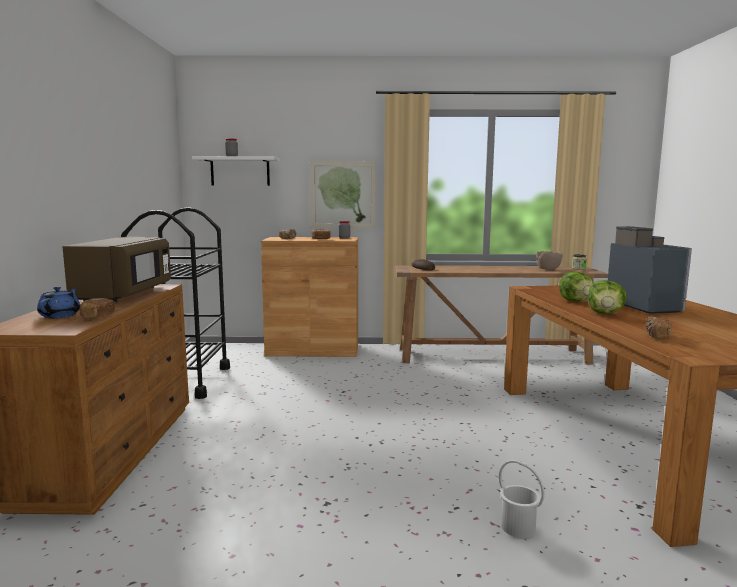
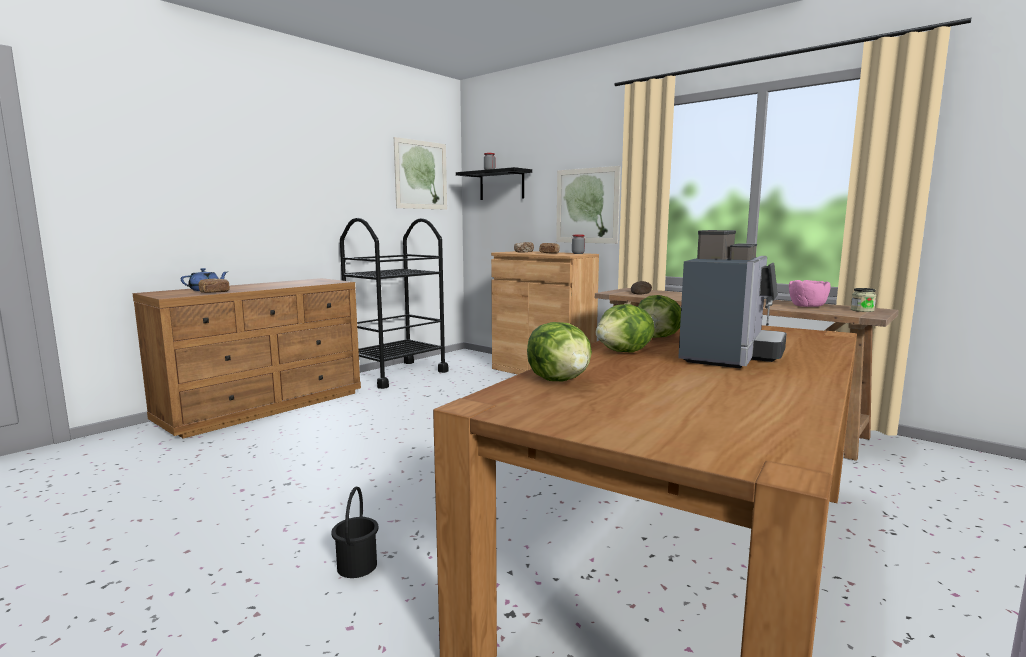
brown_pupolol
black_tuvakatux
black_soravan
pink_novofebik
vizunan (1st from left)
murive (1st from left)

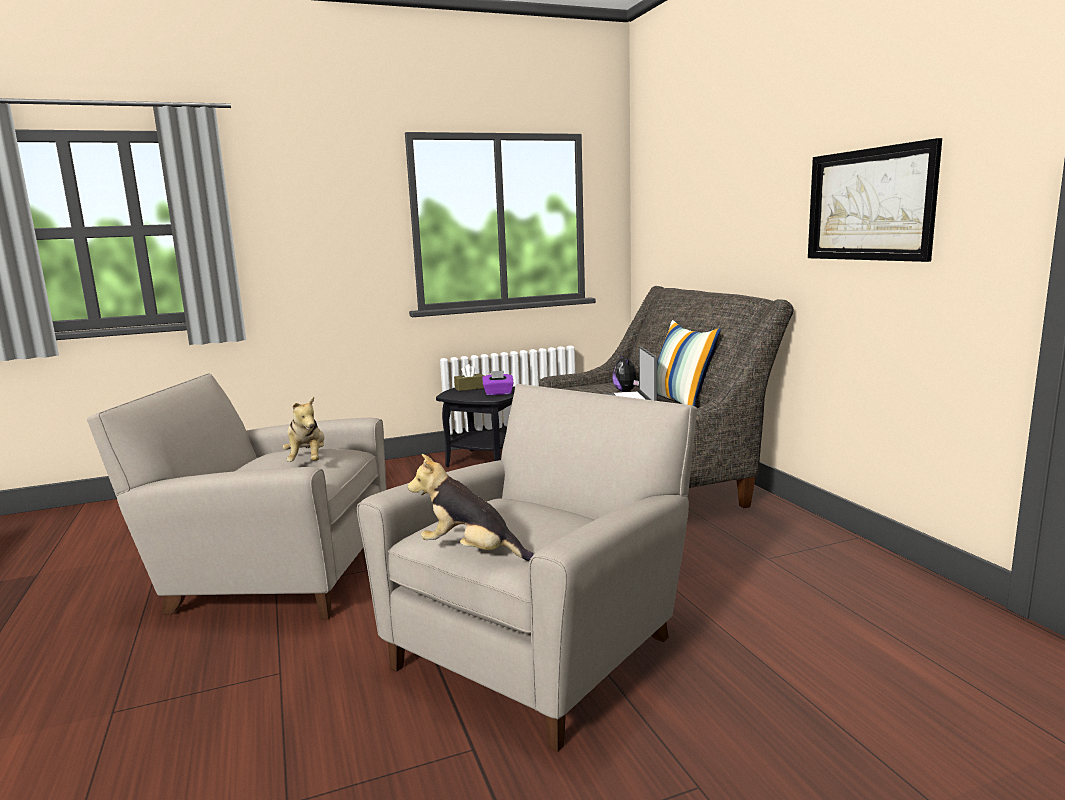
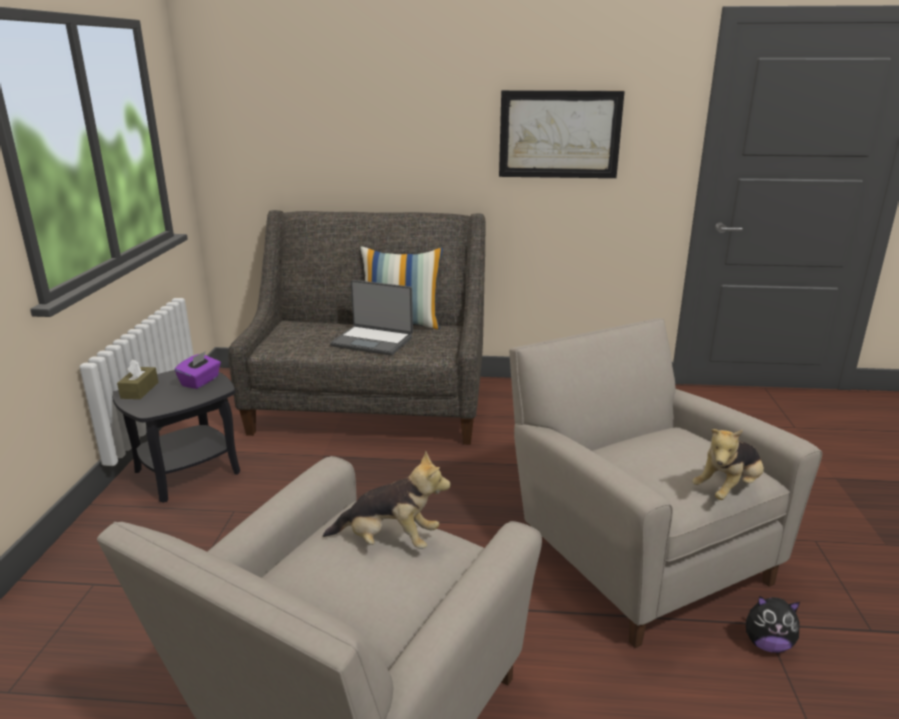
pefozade (3rd from left)

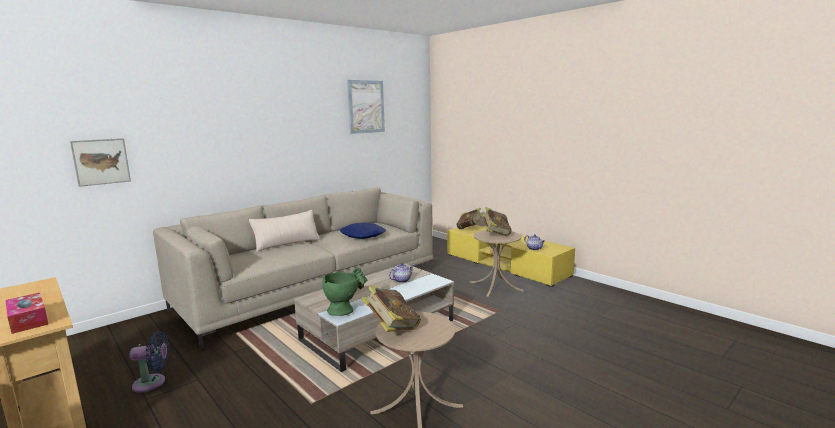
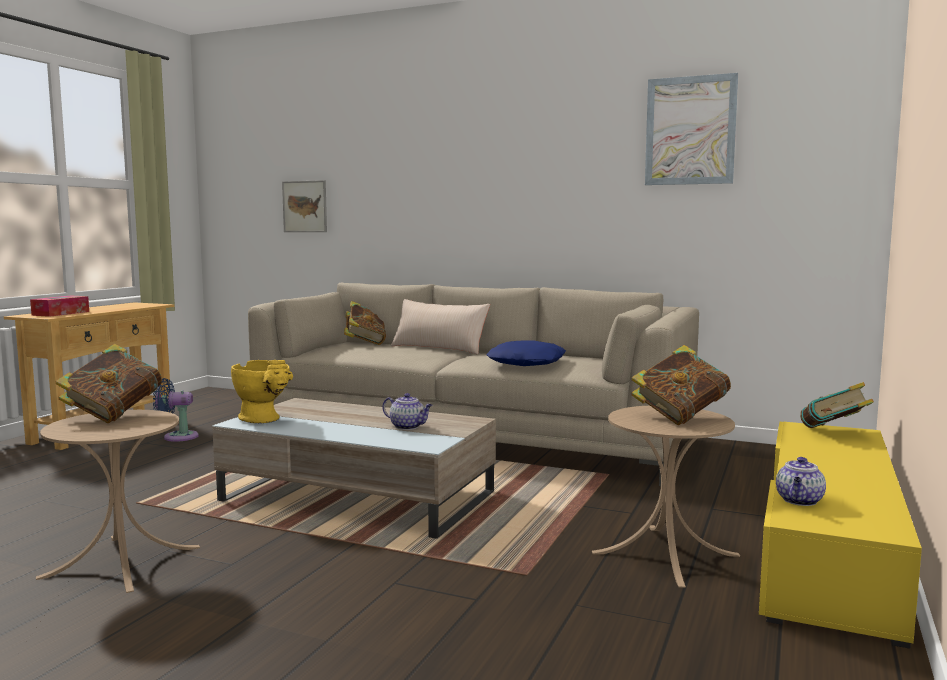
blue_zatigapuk
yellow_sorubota
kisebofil (2nd from left)

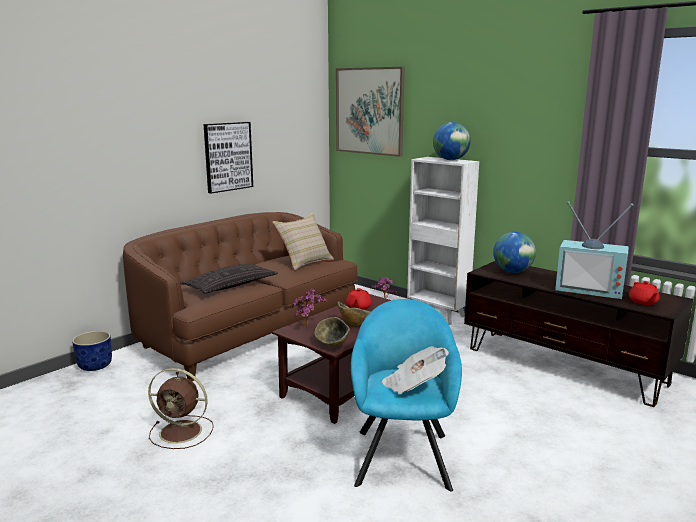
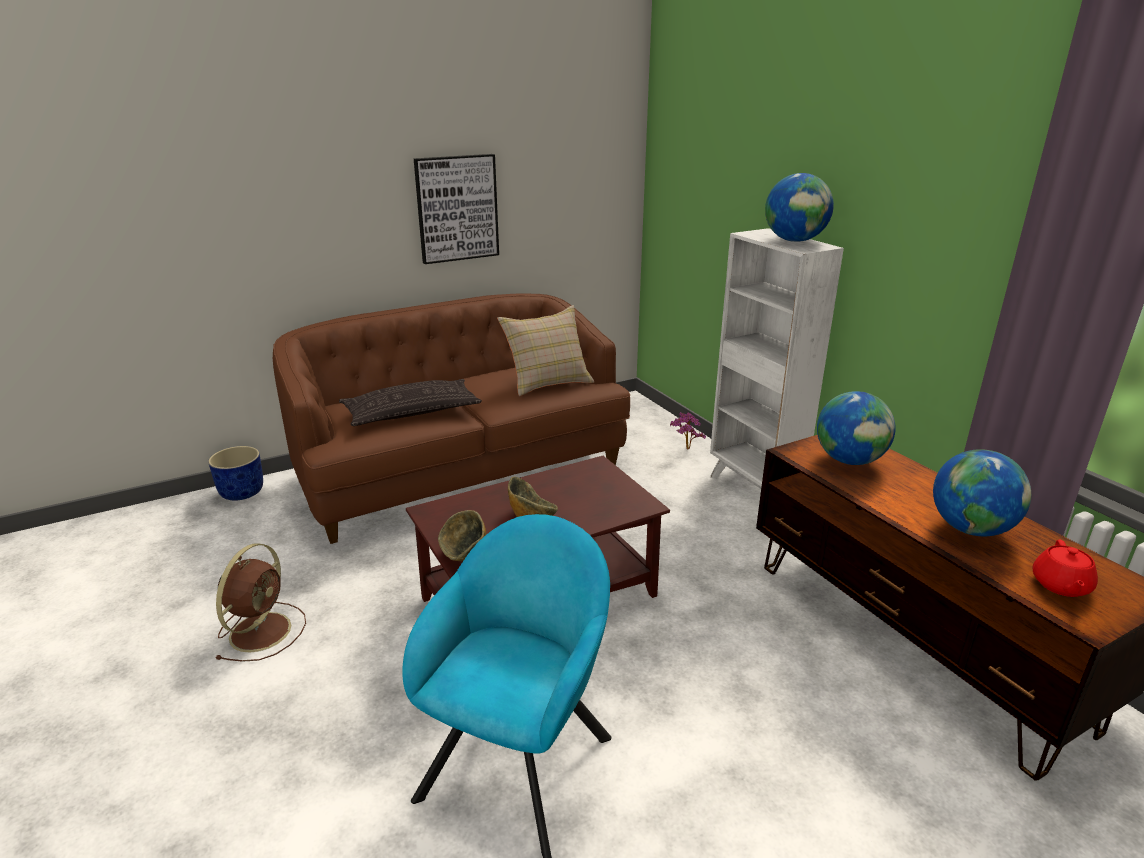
brown_zatigapuk
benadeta (1st from left in the first image)
murive (2nd from left in the first image)
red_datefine (1st from left in the first image)
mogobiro
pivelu (3rd from left)

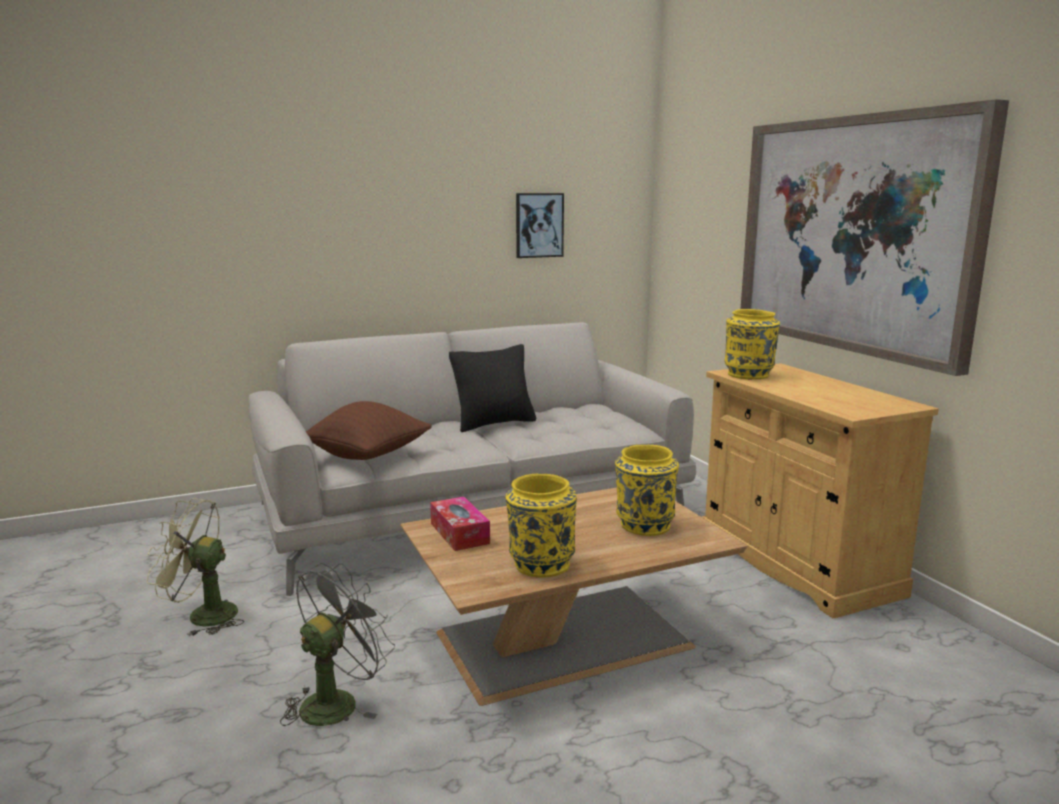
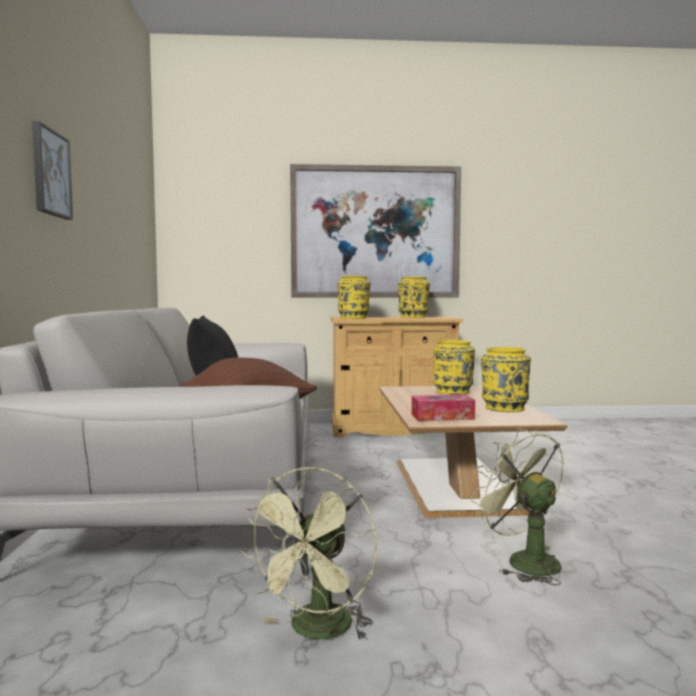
green_zatigapuk (2nd from left)
murive (1st from left)
yellow_sorubota (2nd from left)

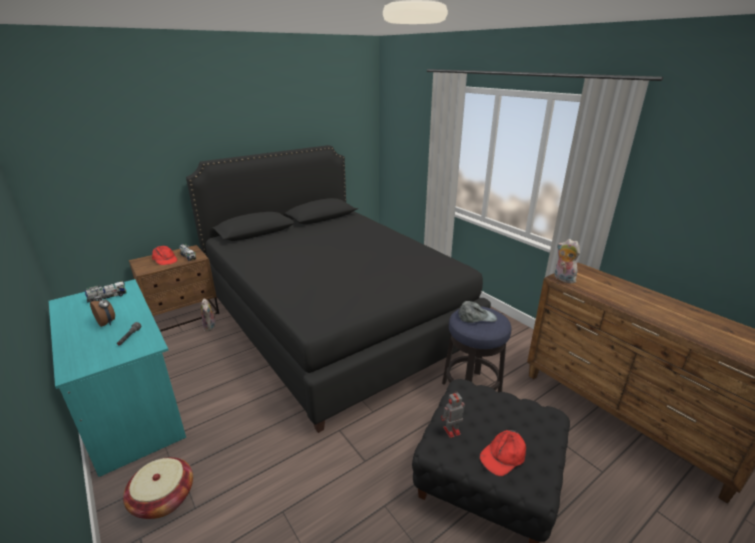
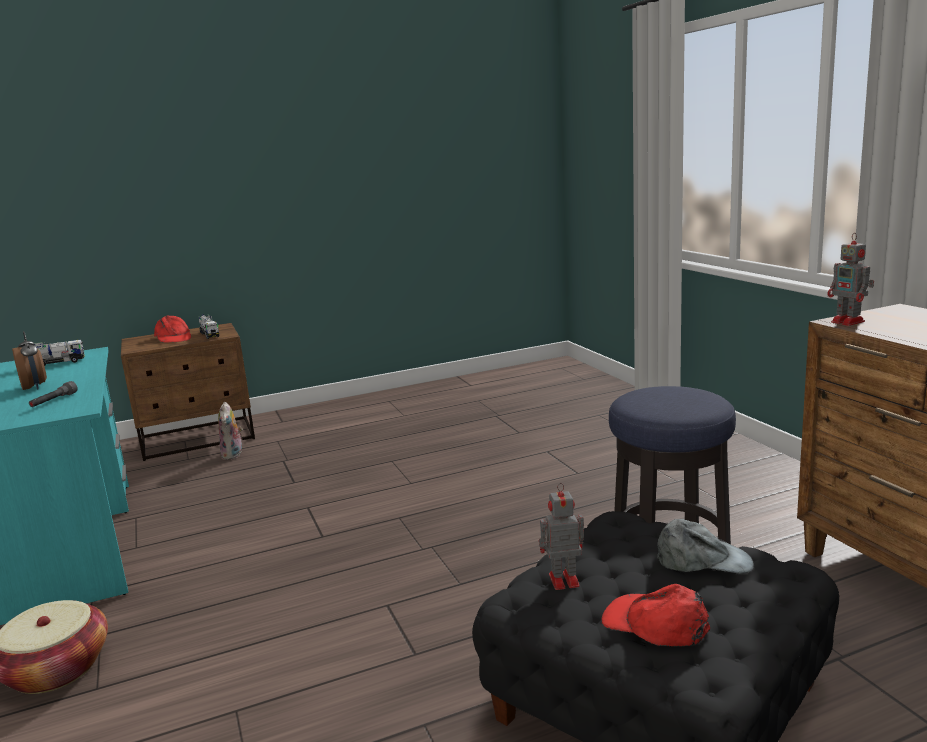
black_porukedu
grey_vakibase
red_vakibase (2nd from left)
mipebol (2nd from left)

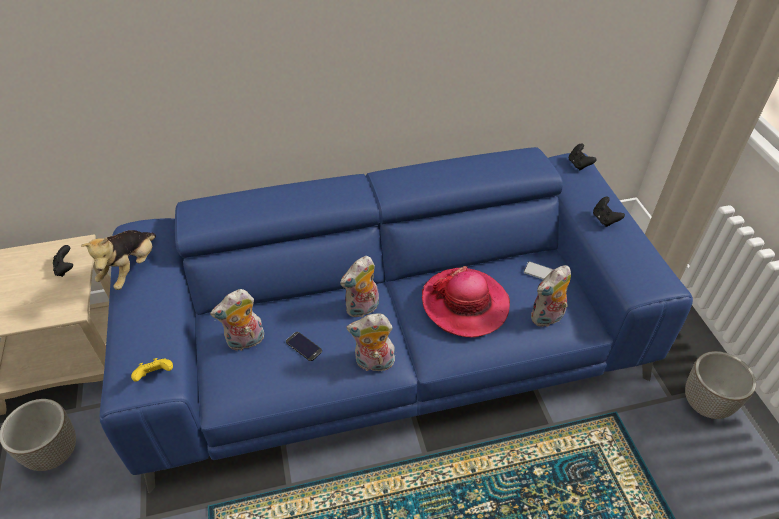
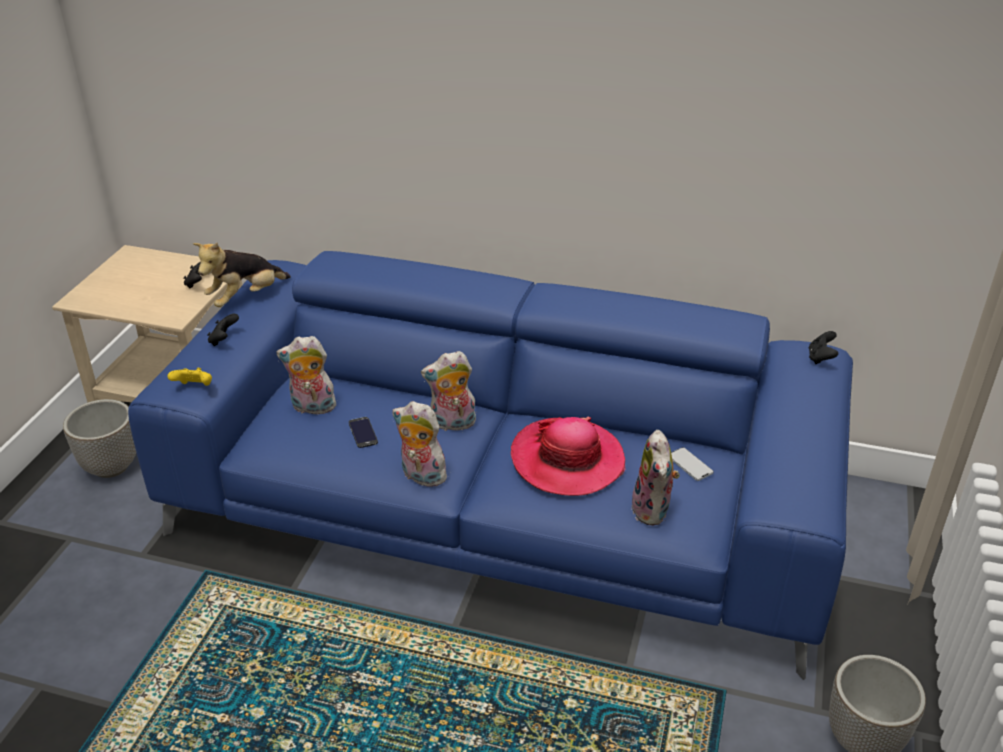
pefozade (5th from left)
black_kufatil (2nd from left)

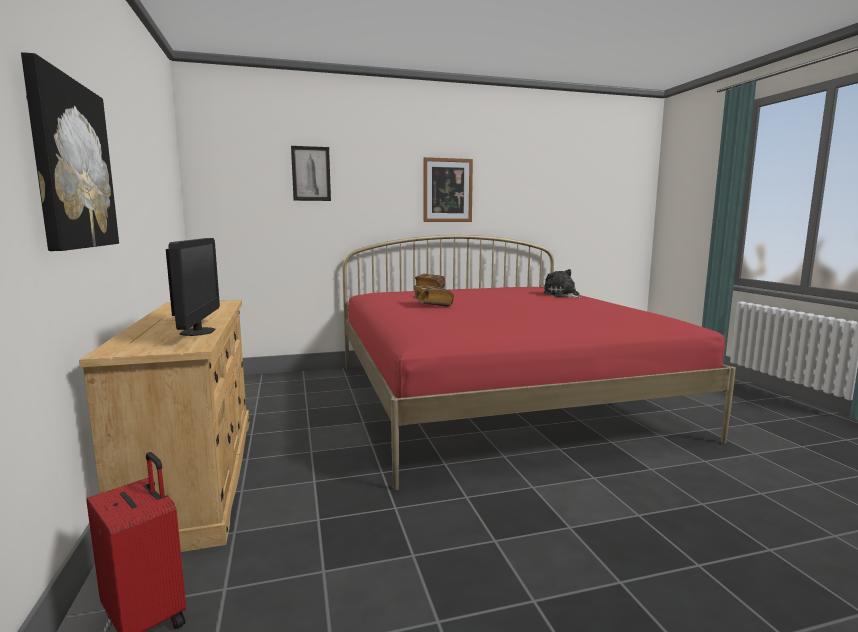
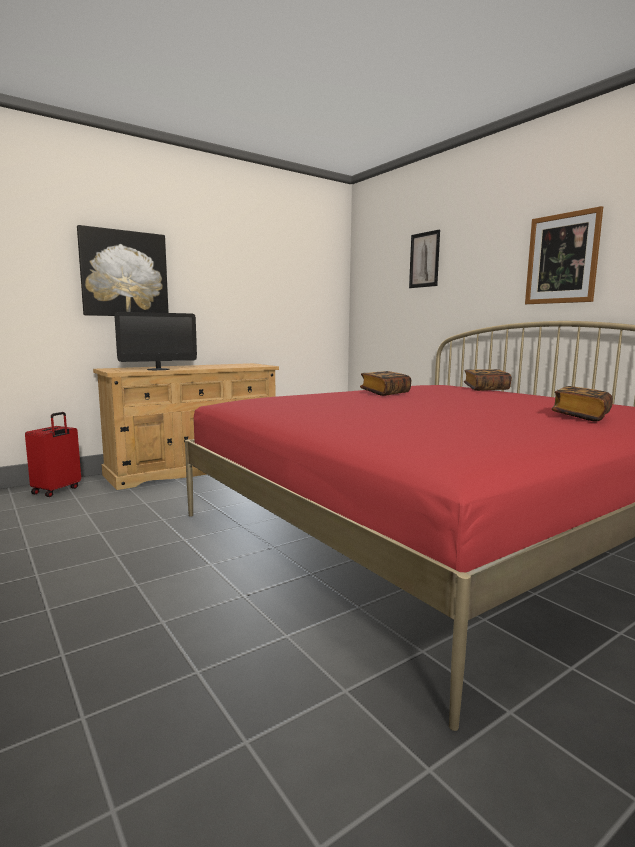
kisebofil (3rd from left)

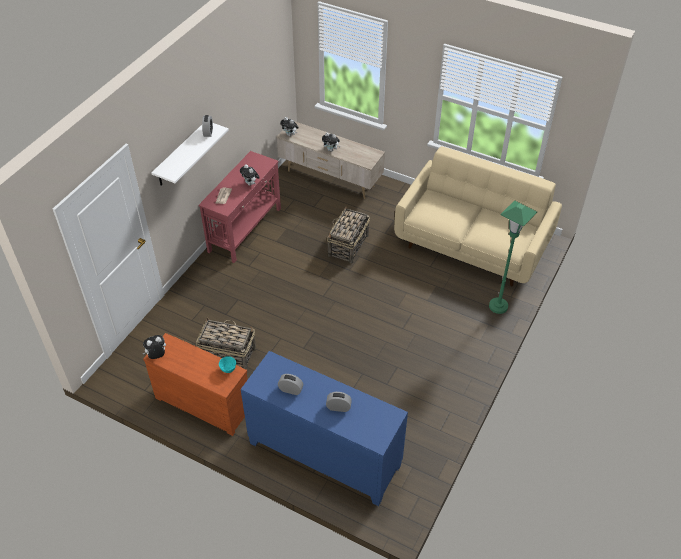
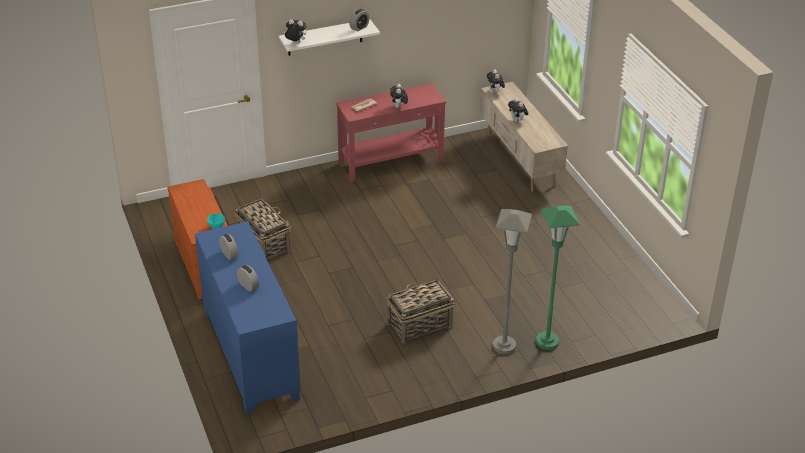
pefozade (1st from left)
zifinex (2nd from left)
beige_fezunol
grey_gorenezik

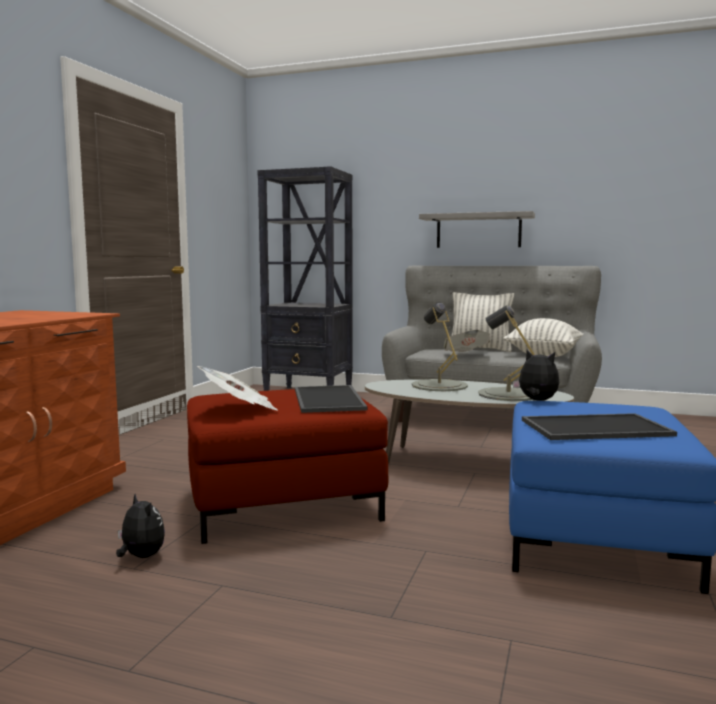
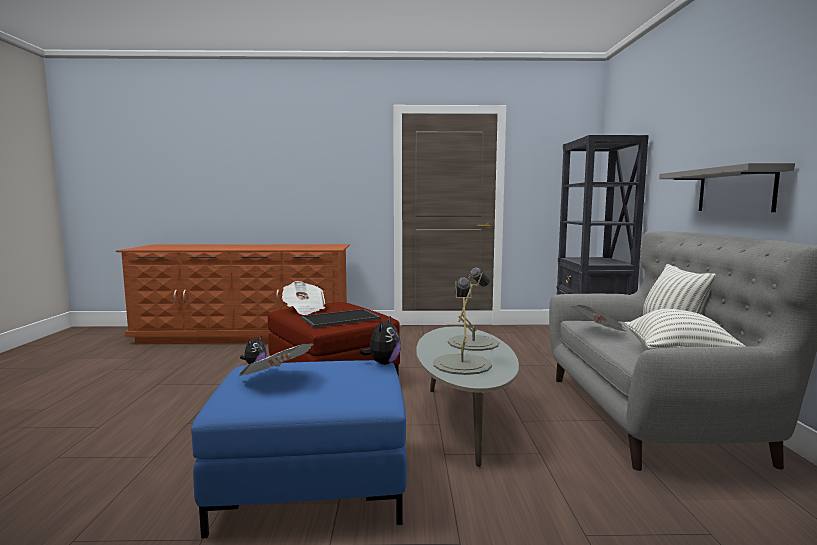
mogobiro (1st from left)

